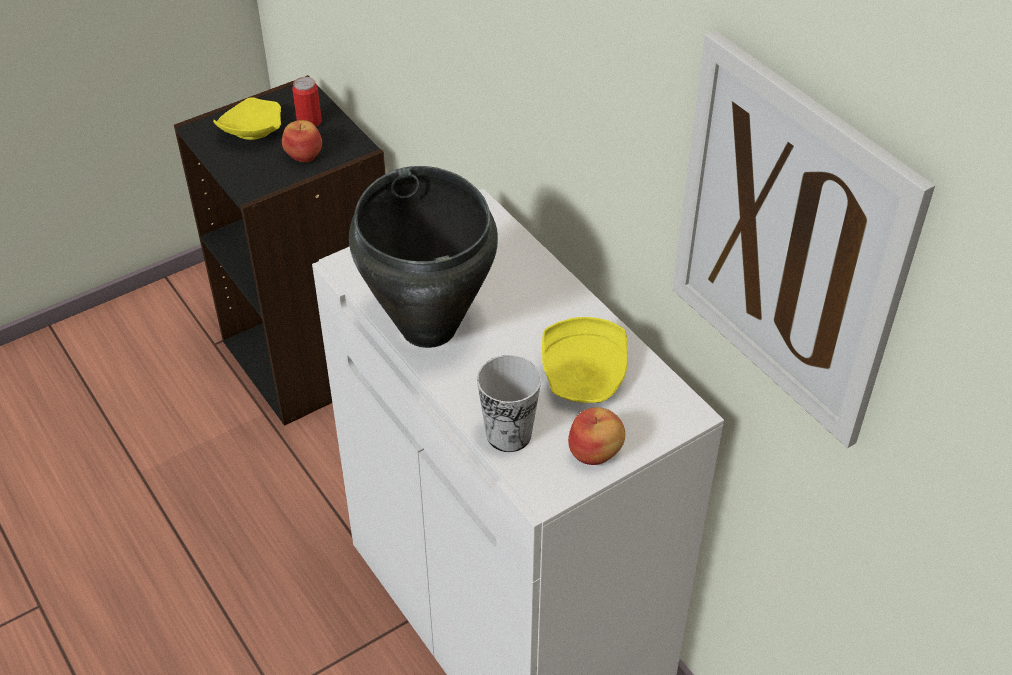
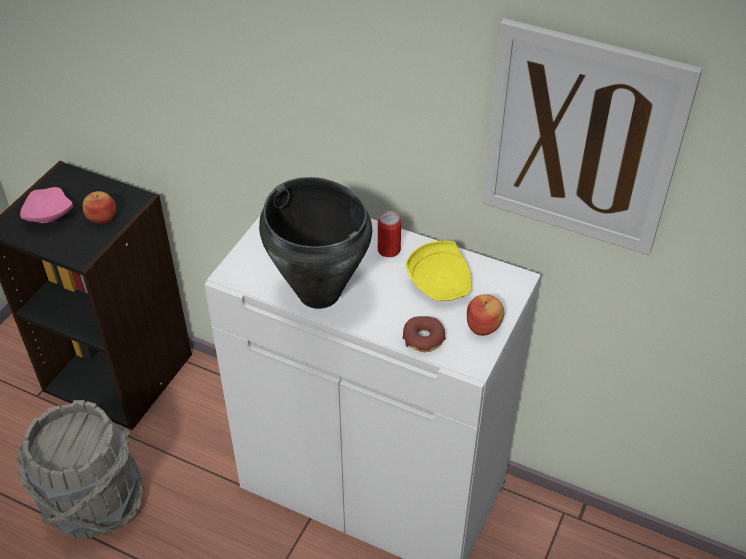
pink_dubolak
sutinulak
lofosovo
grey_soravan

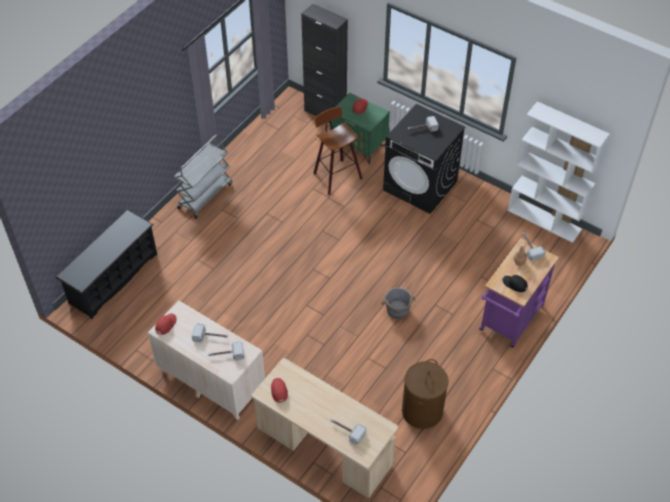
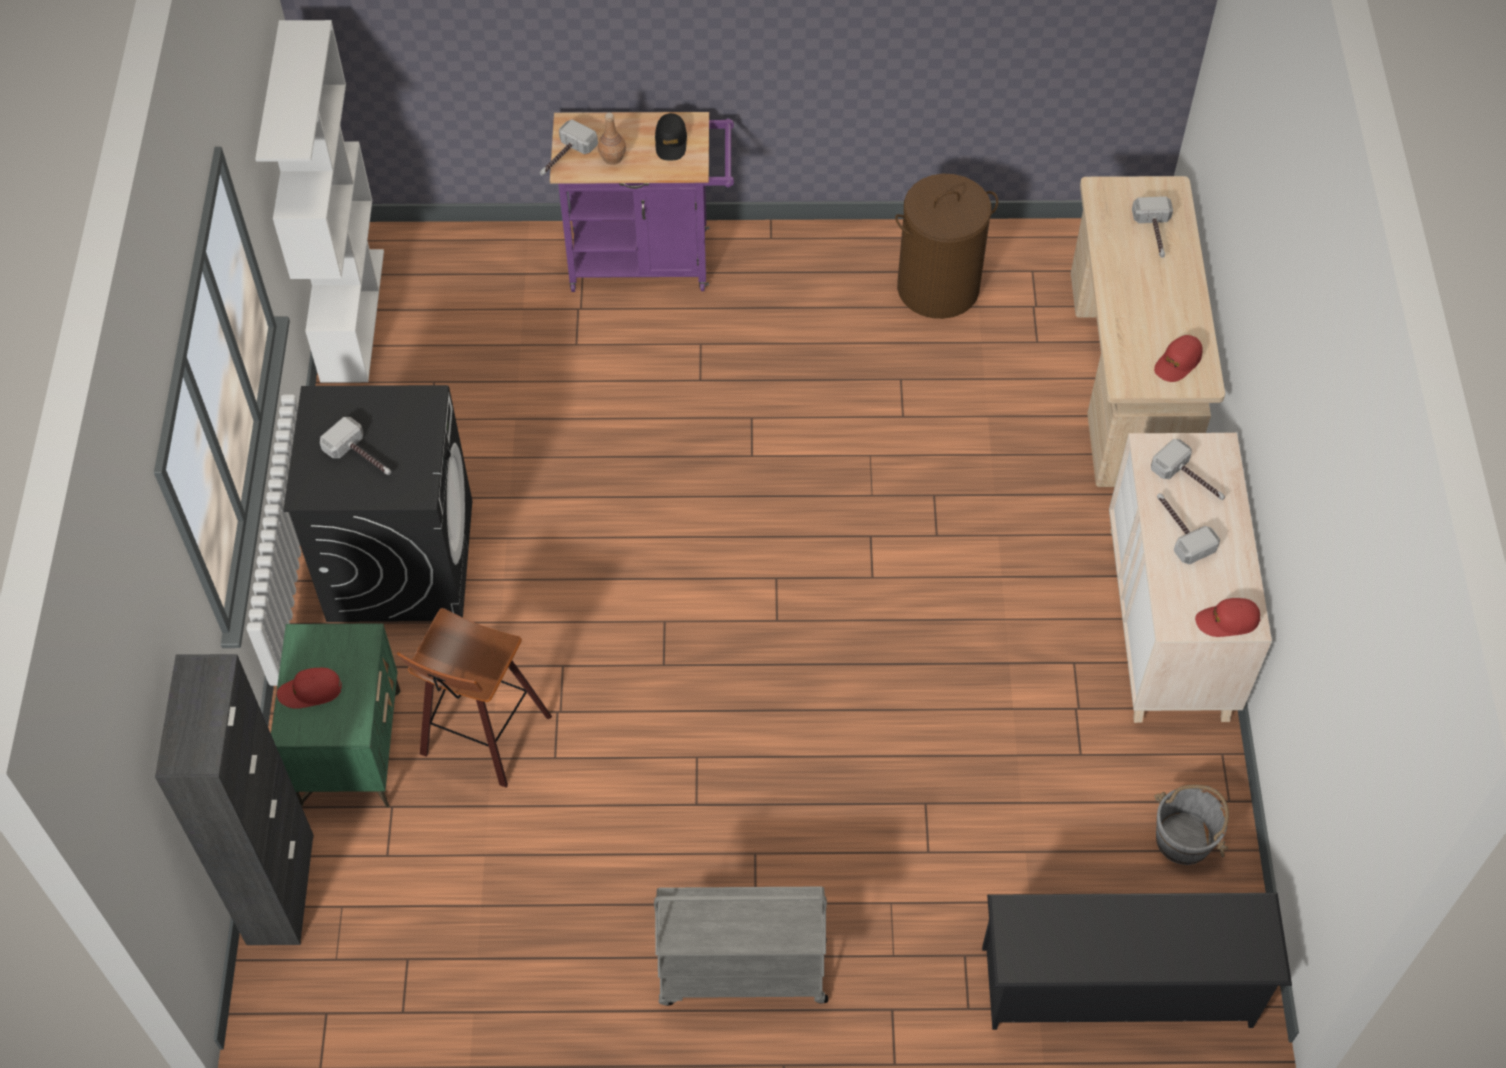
grey_soravan

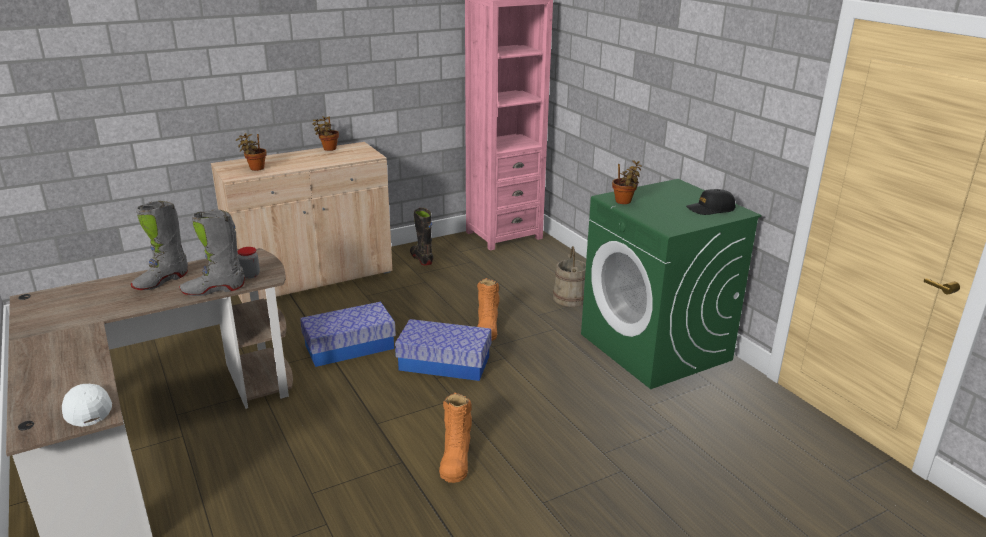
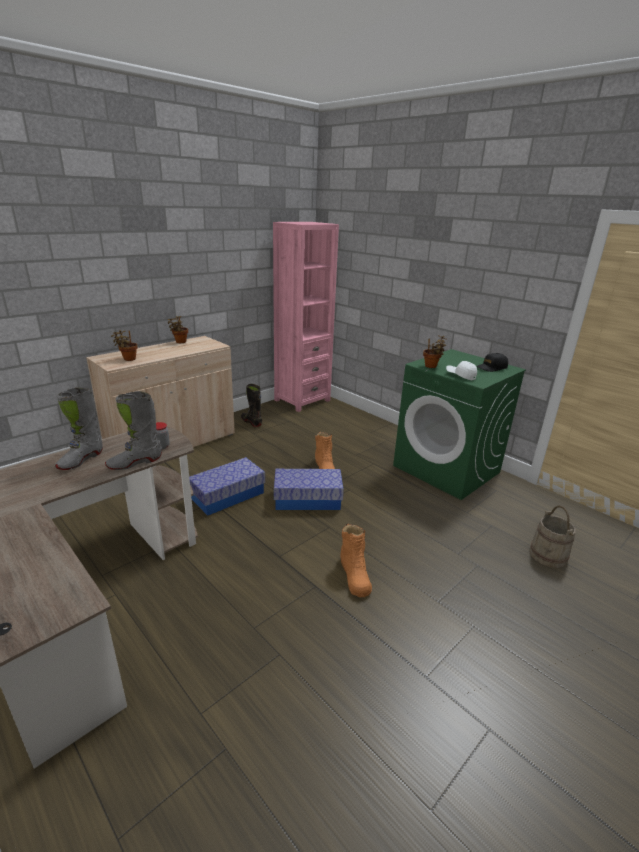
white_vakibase
beige_soravan

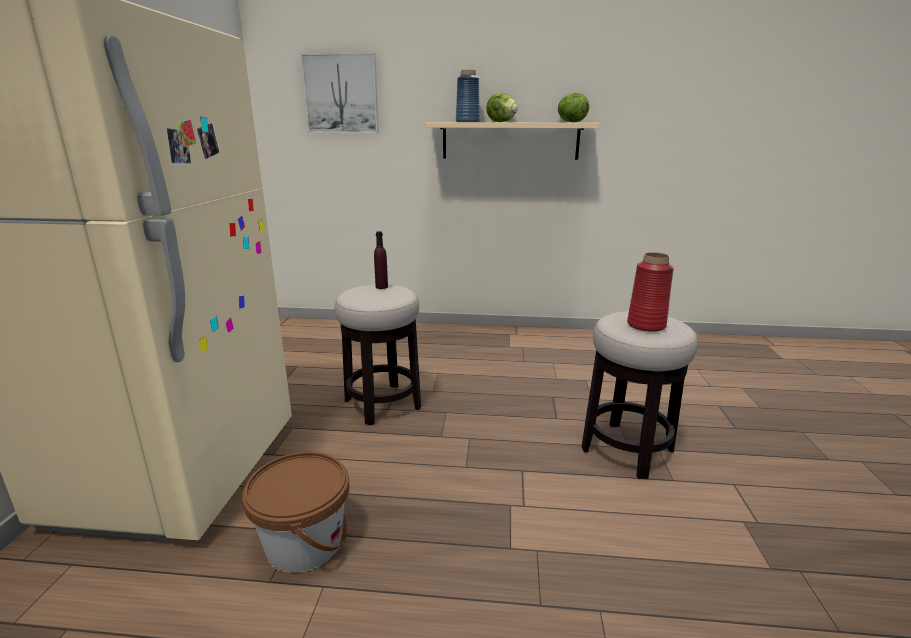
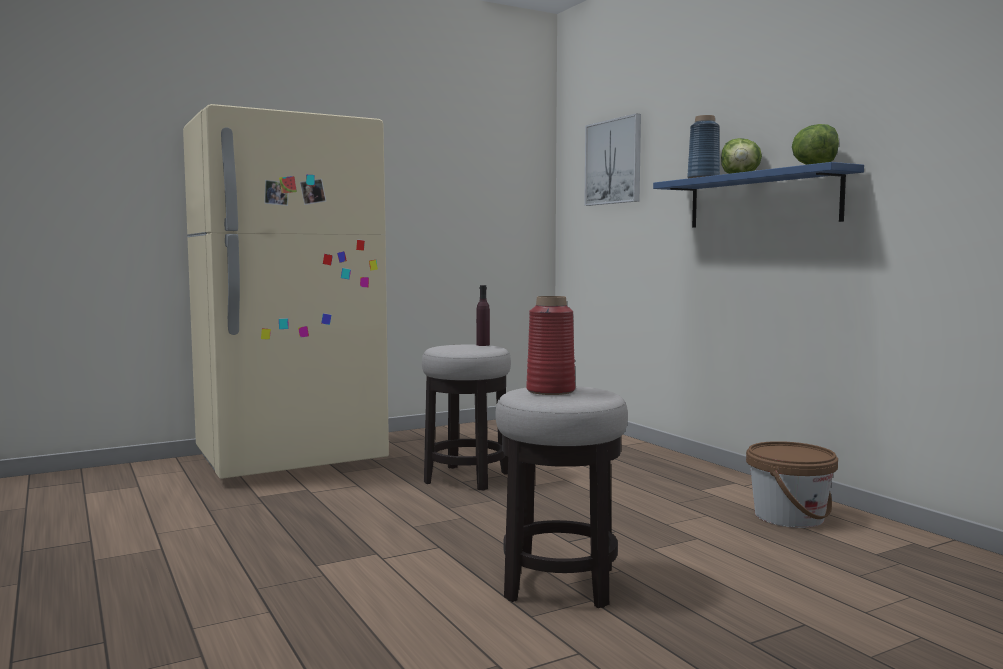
brown_soravan
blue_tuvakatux

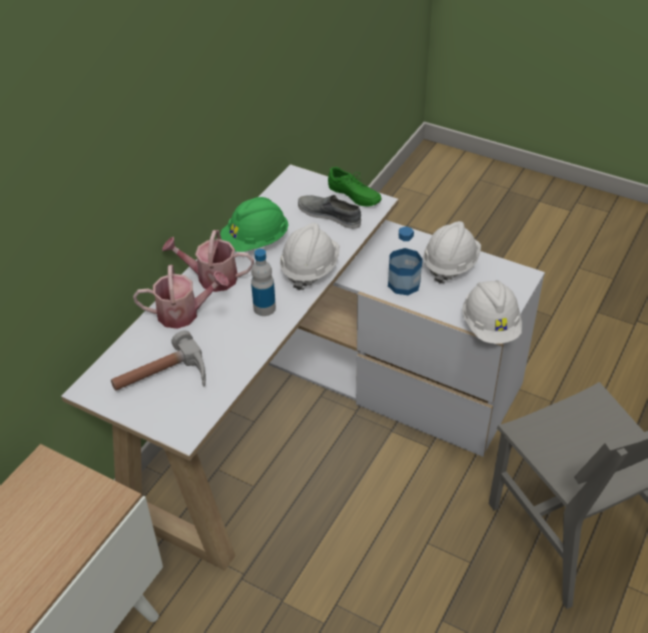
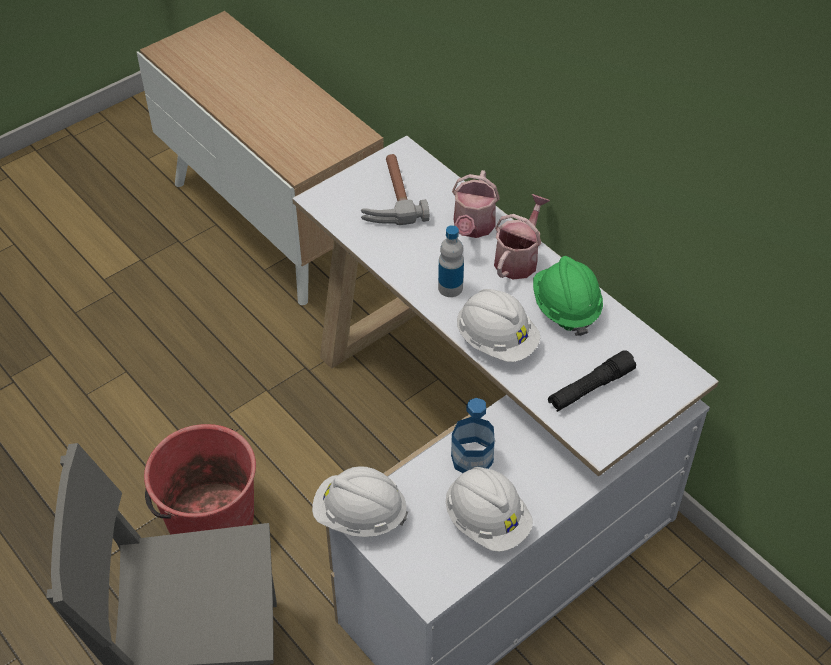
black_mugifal
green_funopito
red_soravan

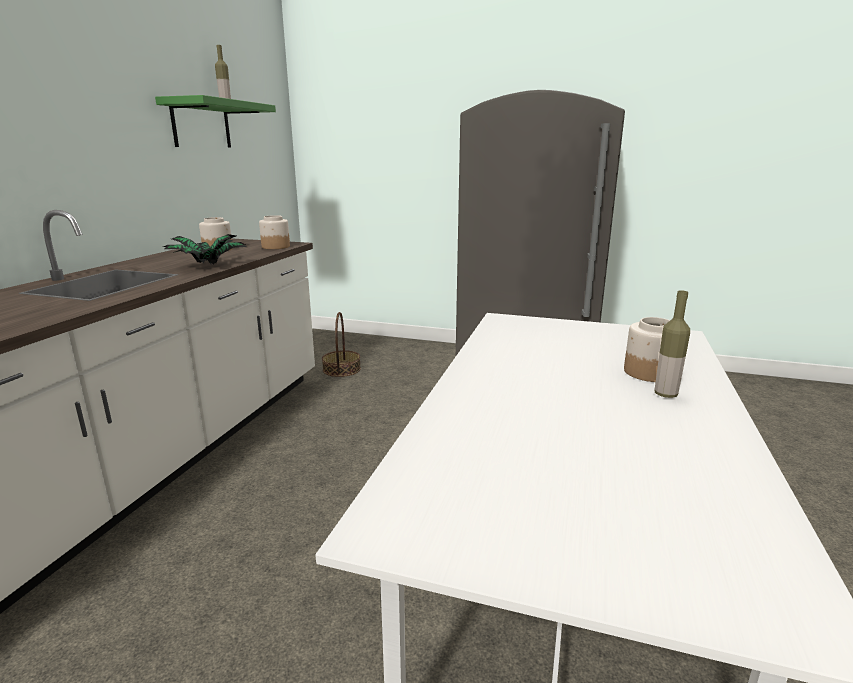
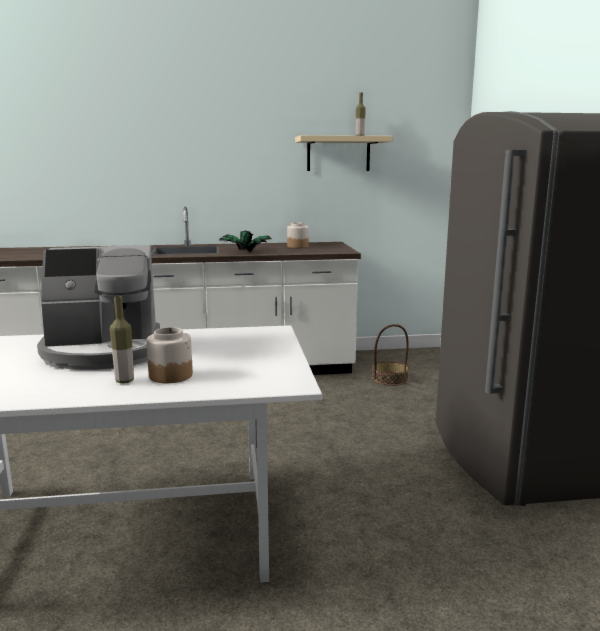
beige_tuvakatux
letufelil (2nd from left in the first image)
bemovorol

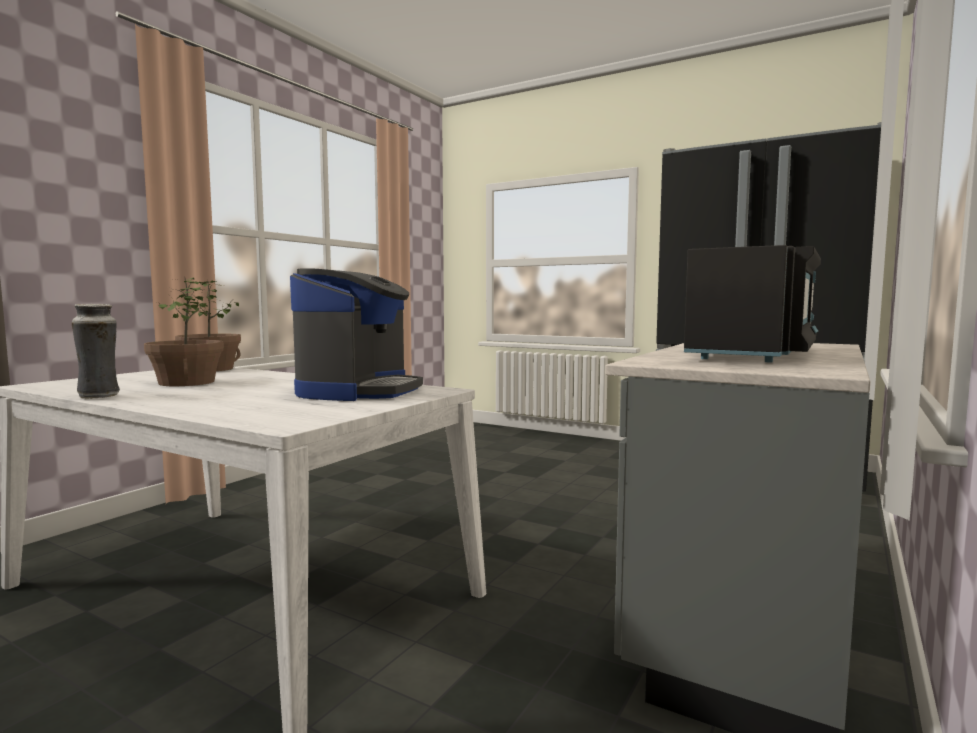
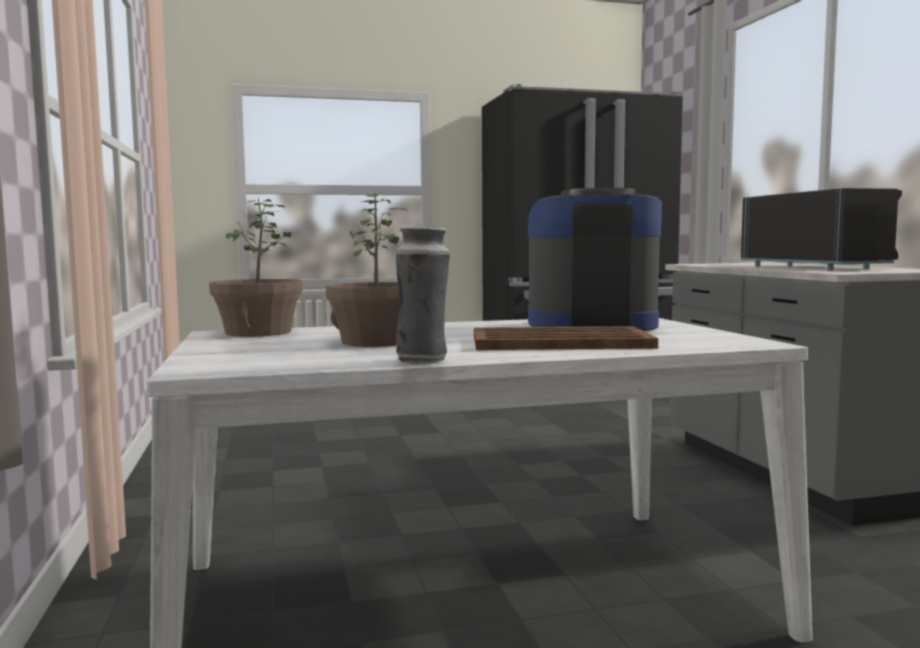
bemovorol
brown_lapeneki

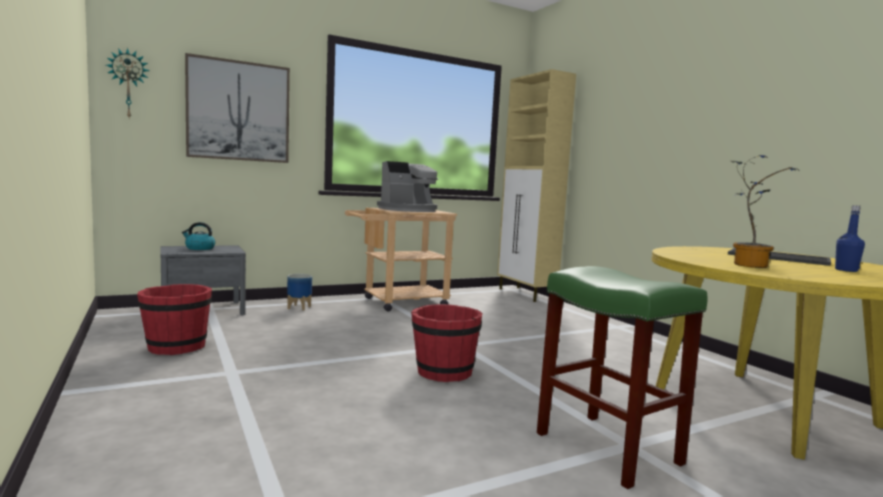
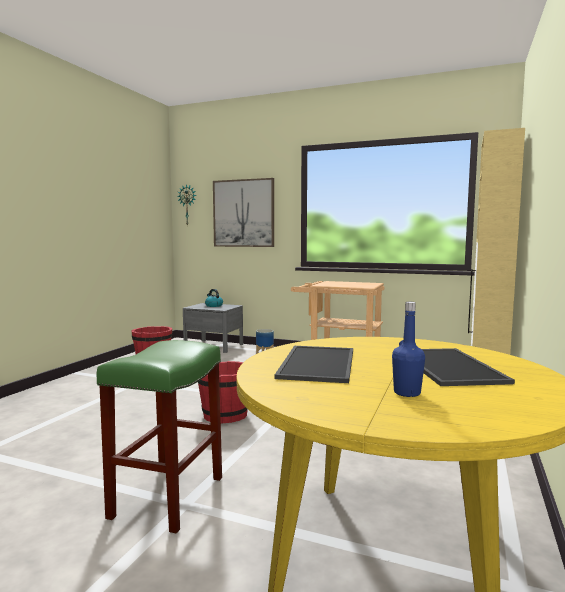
bemovorol
lapeneki (1st from left)

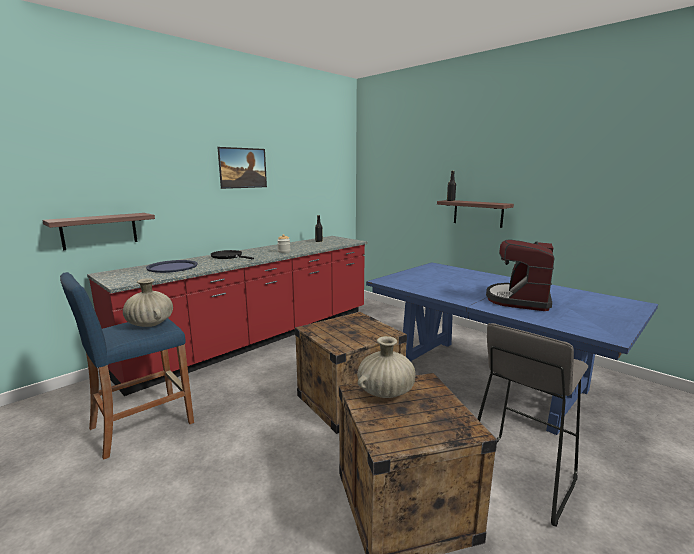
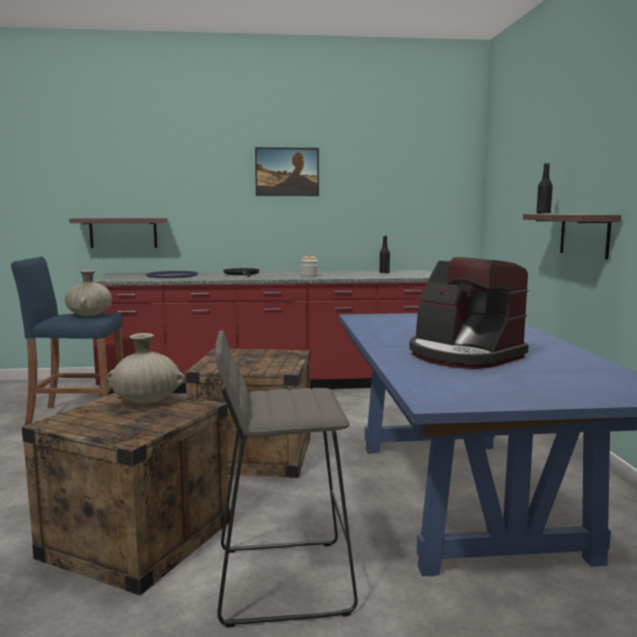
bemovorol

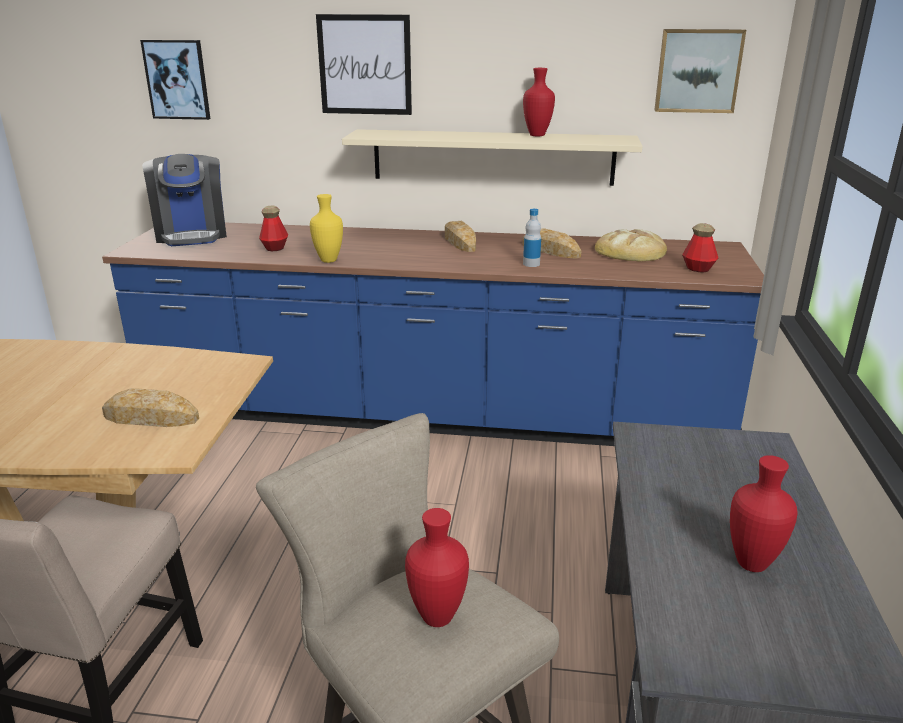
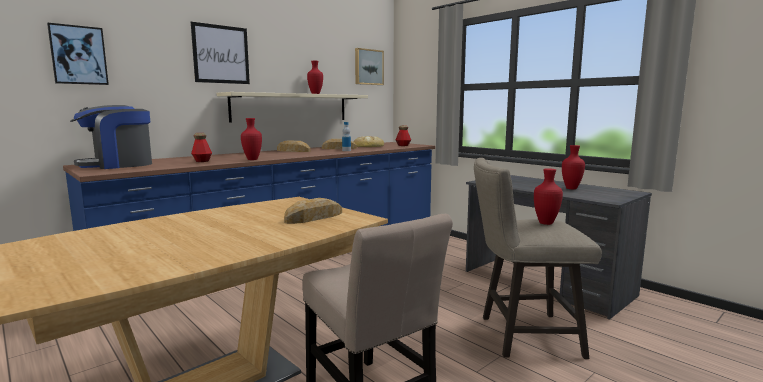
bemovorol
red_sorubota (1st from left)

